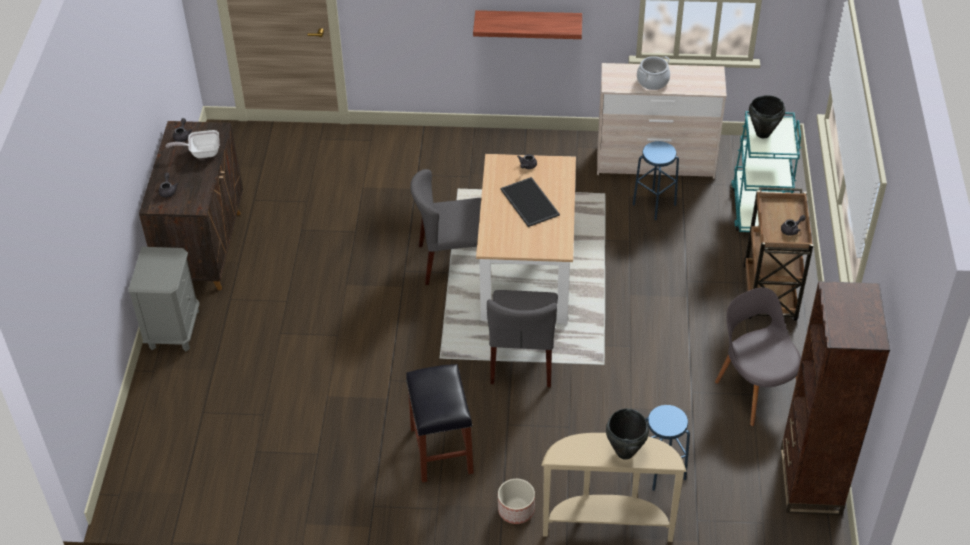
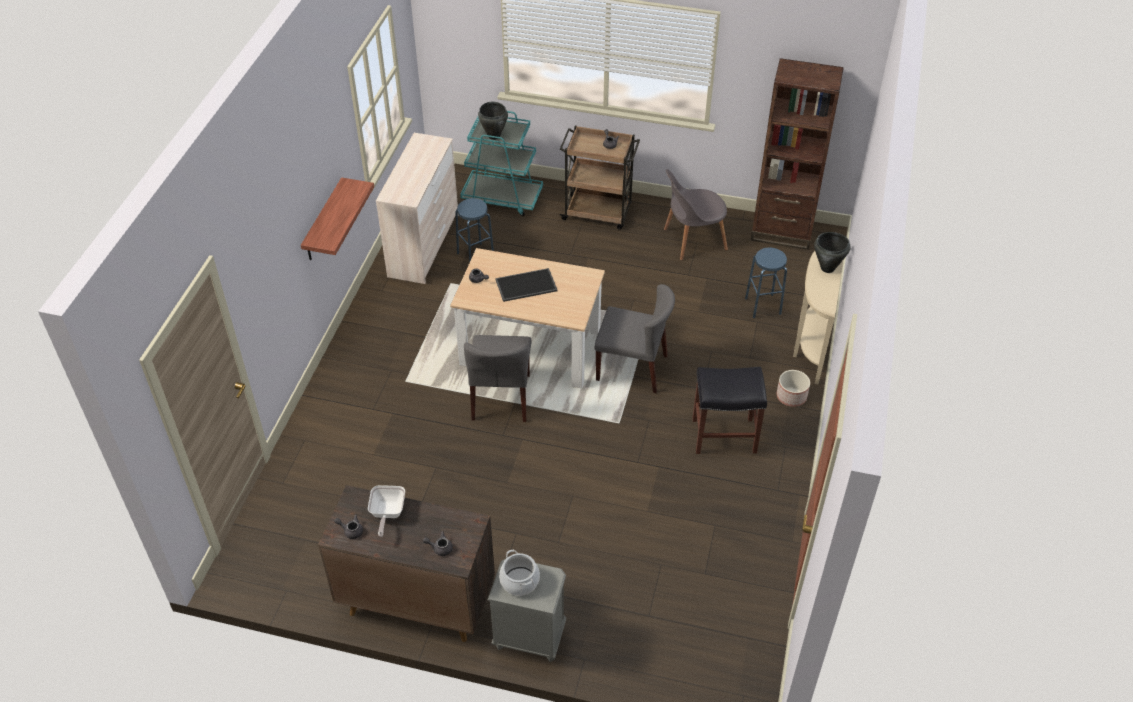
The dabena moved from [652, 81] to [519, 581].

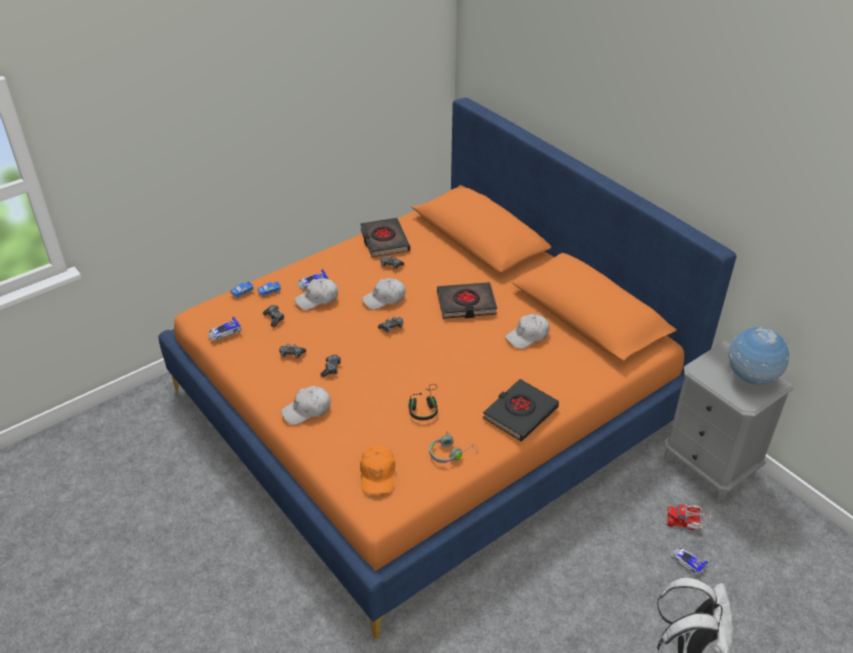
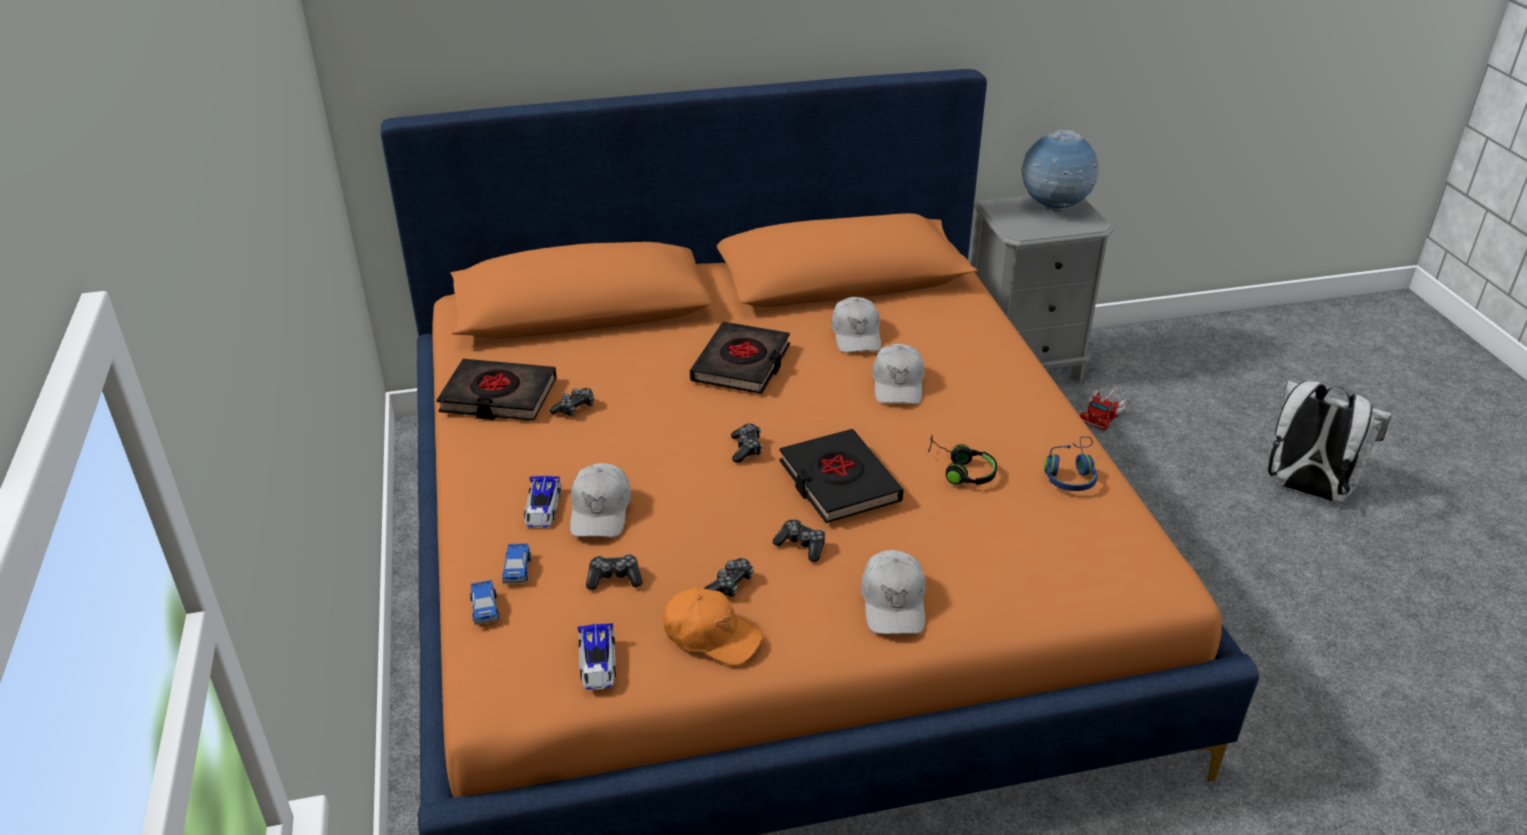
The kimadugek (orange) moved from [378, 474] to [712, 635].
The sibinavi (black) moved from [520, 413] to [838, 482].
The kimadugek (white) moved from [384, 299] to [898, 384].
The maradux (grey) at [451, 453] became the maradux (blue) at [1070, 474].
The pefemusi at [687, 562] disappeared.

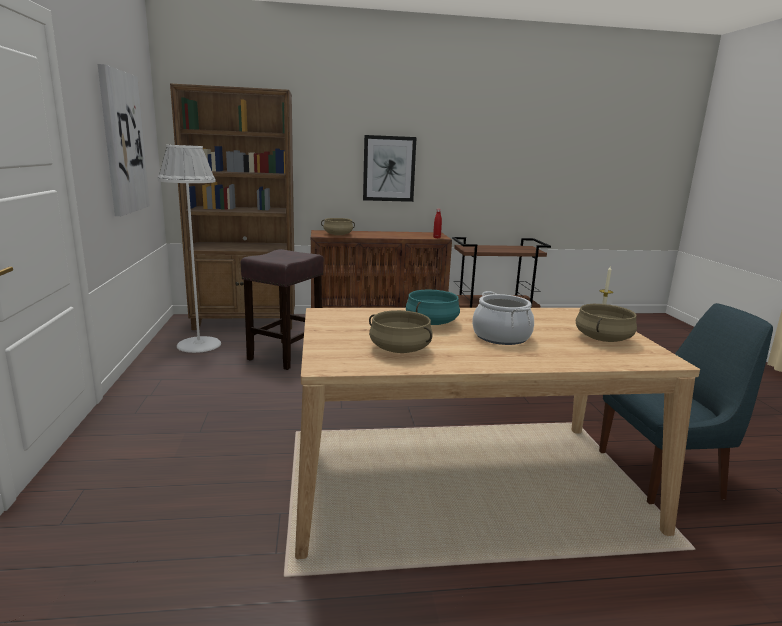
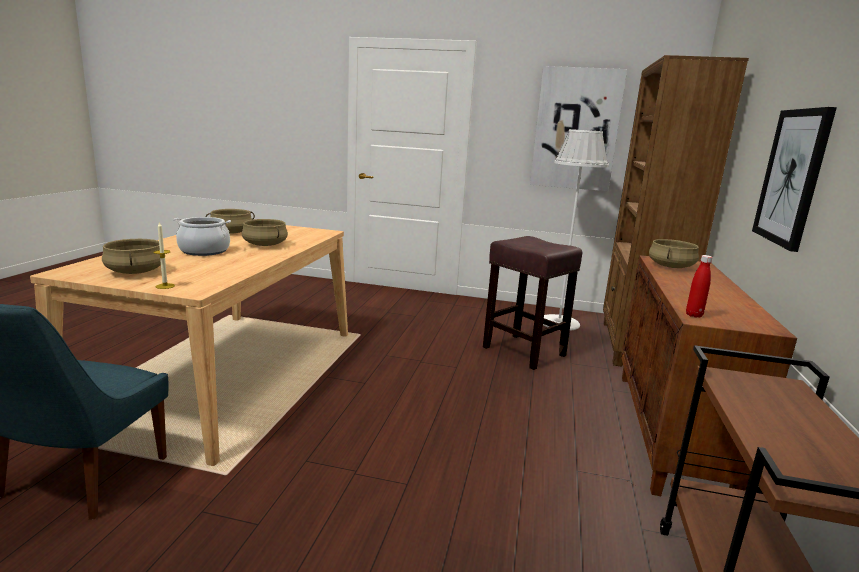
The dabena (turquoise) at [431, 322] became the dabena (beige) at [265, 245].

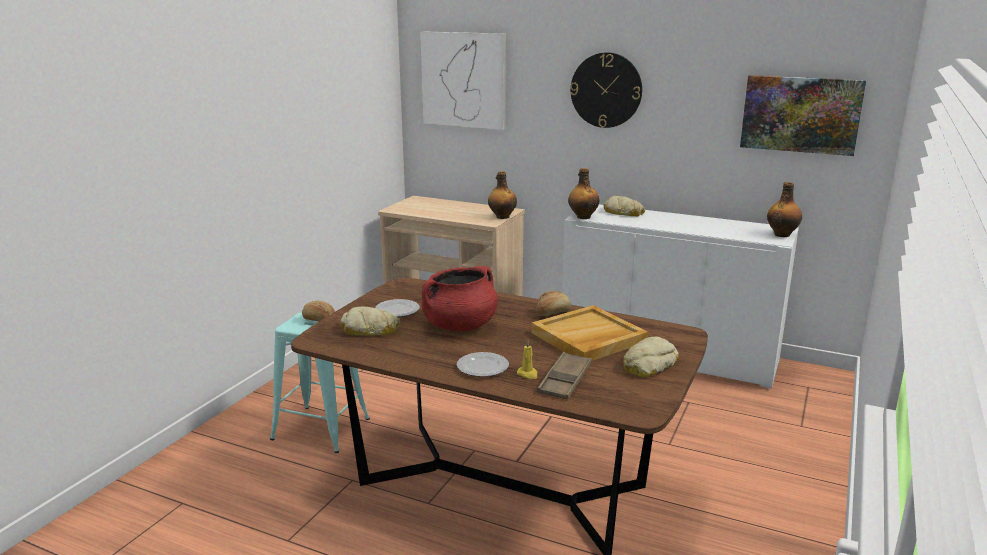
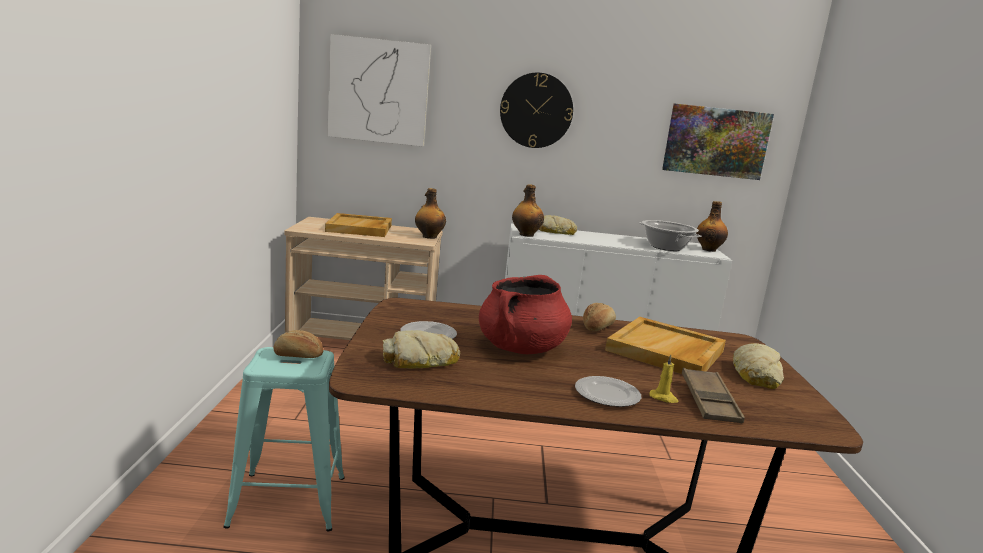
The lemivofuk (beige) at [360, 228] appeared.
The dabena at [665, 247] appeared.

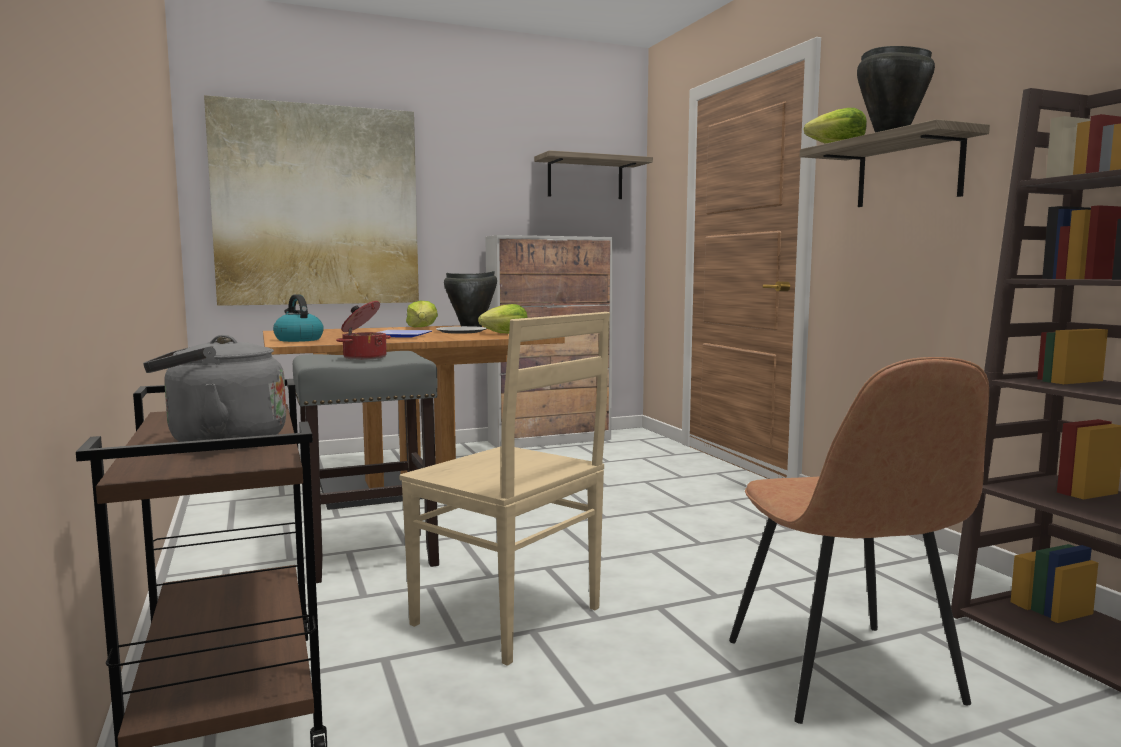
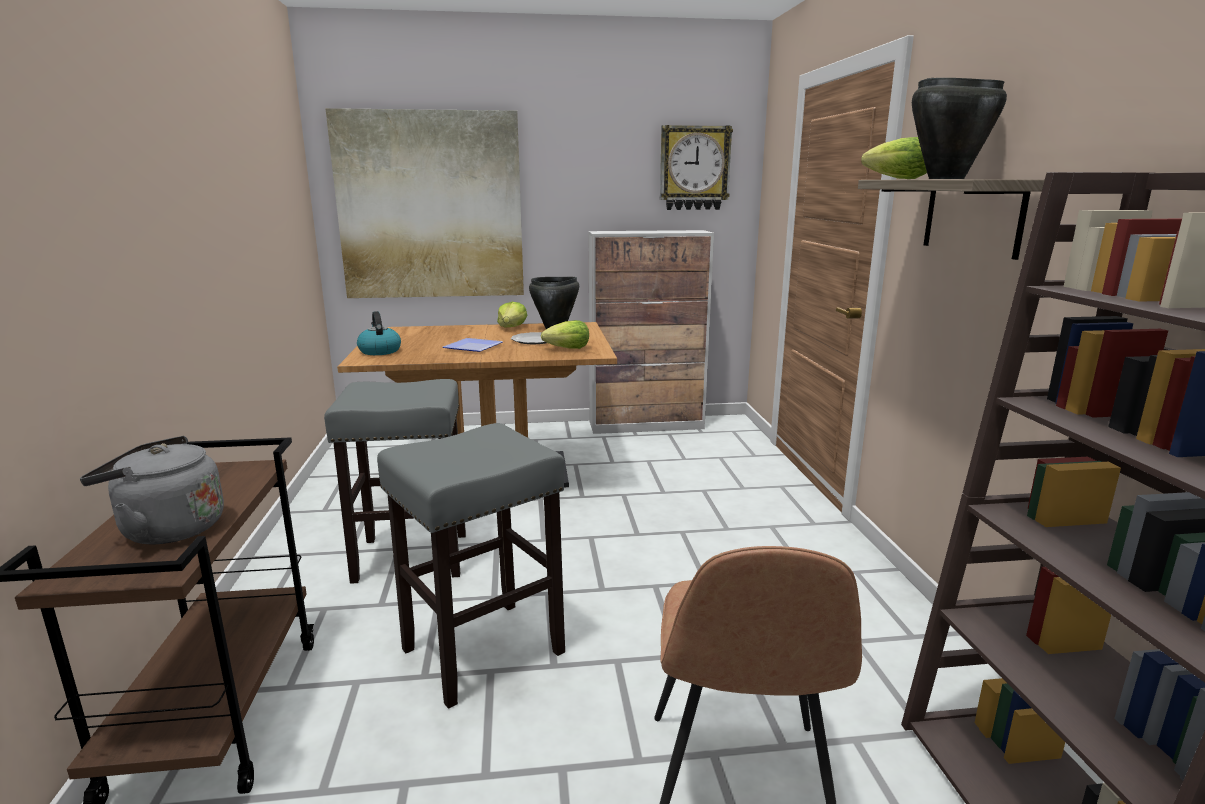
The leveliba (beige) at [510, 618] was replaced by the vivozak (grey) at [481, 652].
The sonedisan at [585, 178] was replaced by the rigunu at [694, 168].
The dabena at [364, 357] disappeared.

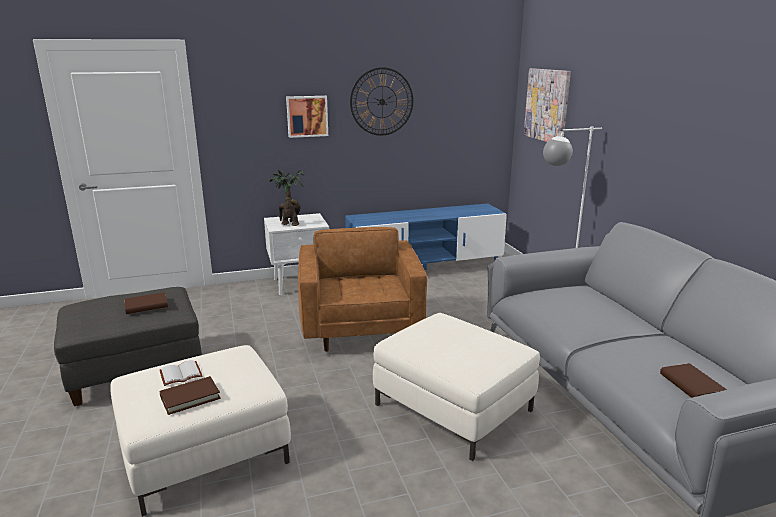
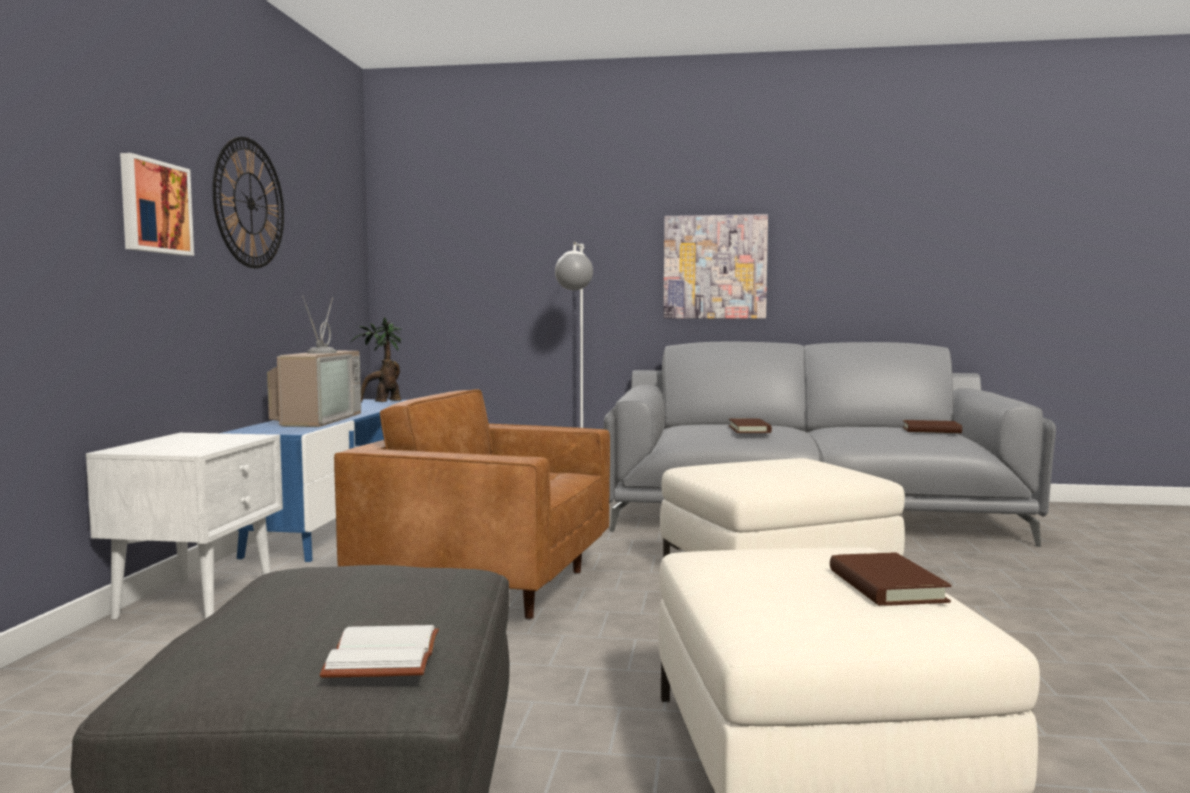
The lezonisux at [316, 419] appeared.
The sibinavi (white) moved from [180, 375] to [386, 657].
The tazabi moved from [289, 224] to [384, 402].
The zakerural moved from [547, 105] to [715, 267].
The sibinavi (brown) moved from [146, 306] to [749, 429].

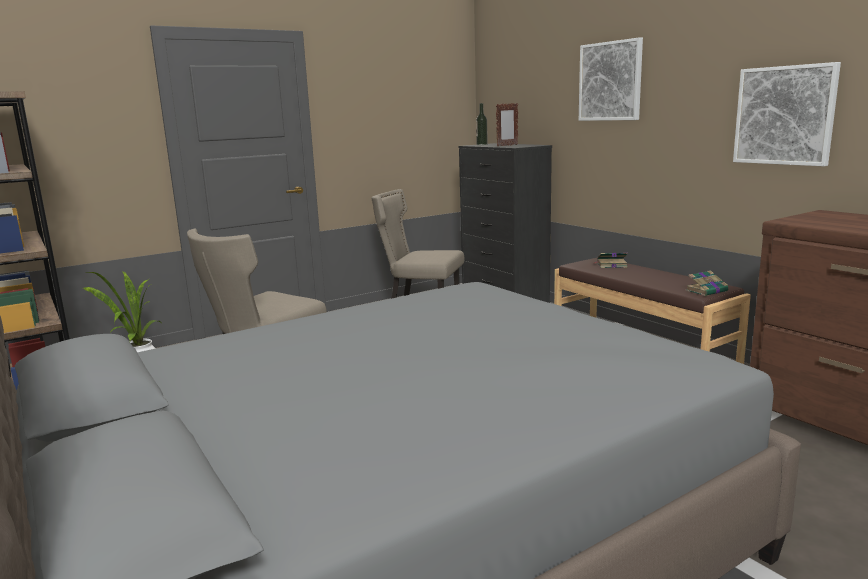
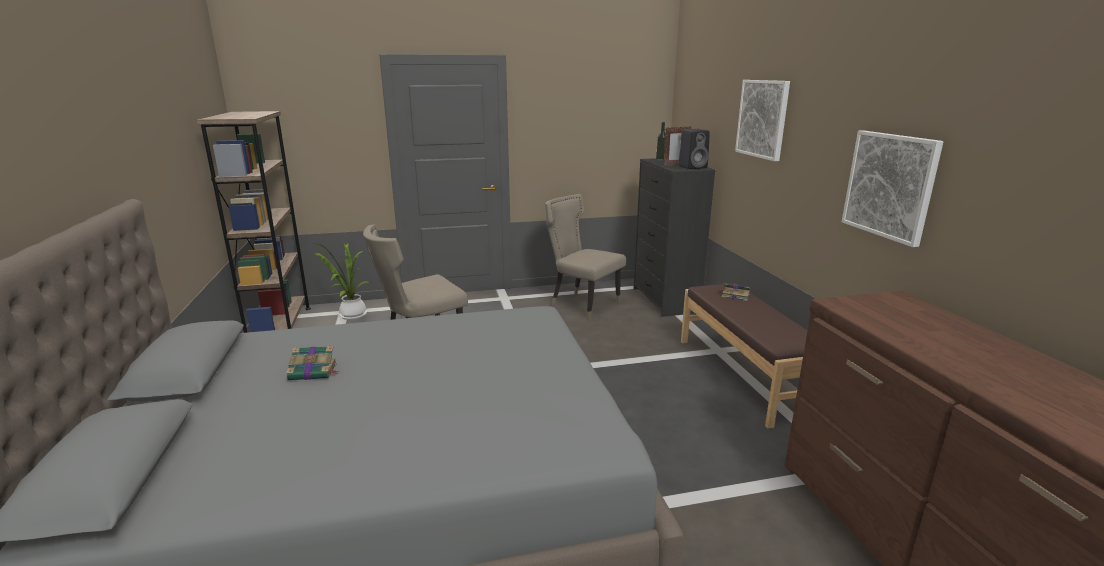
The sibinavi moved from [707, 291] to [314, 372].
The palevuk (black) at [693, 167] appeared.

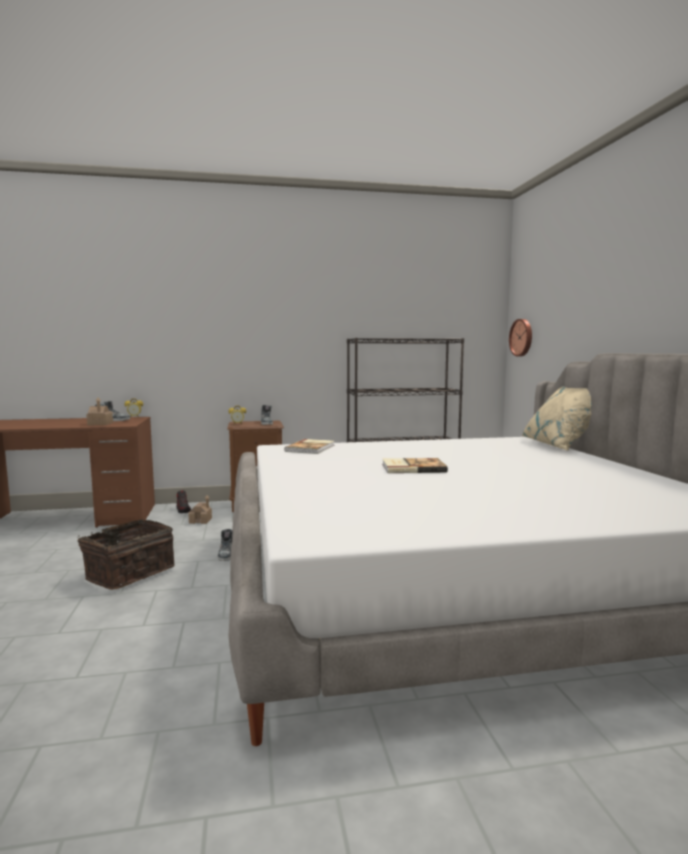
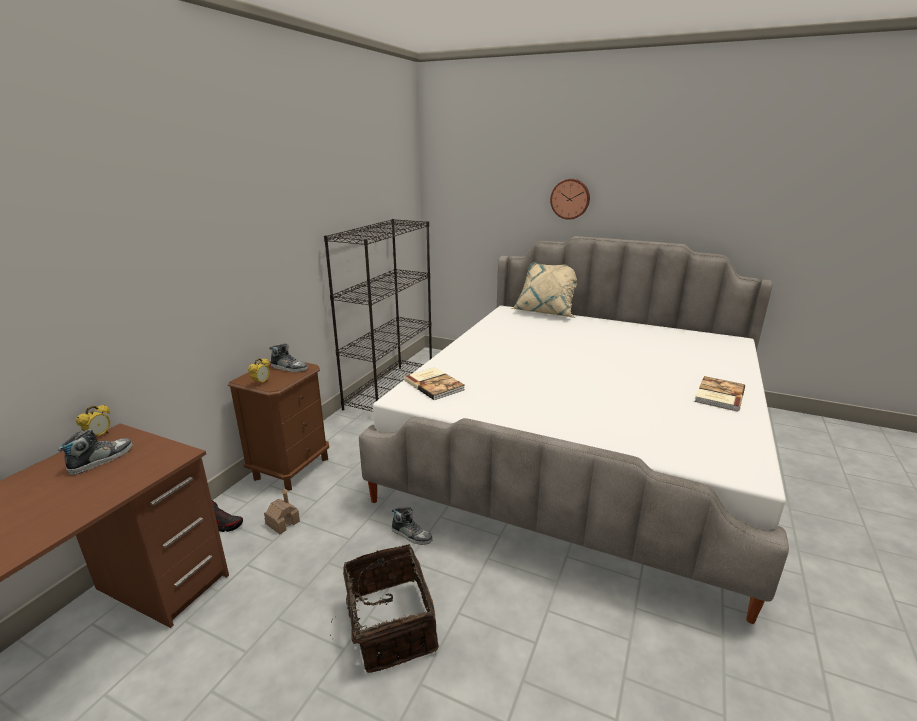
The rigunu moved from [522, 337] to [570, 199].
The sibinavi moved from [412, 468] to [718, 395].
The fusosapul at [100, 424] disappeared.

